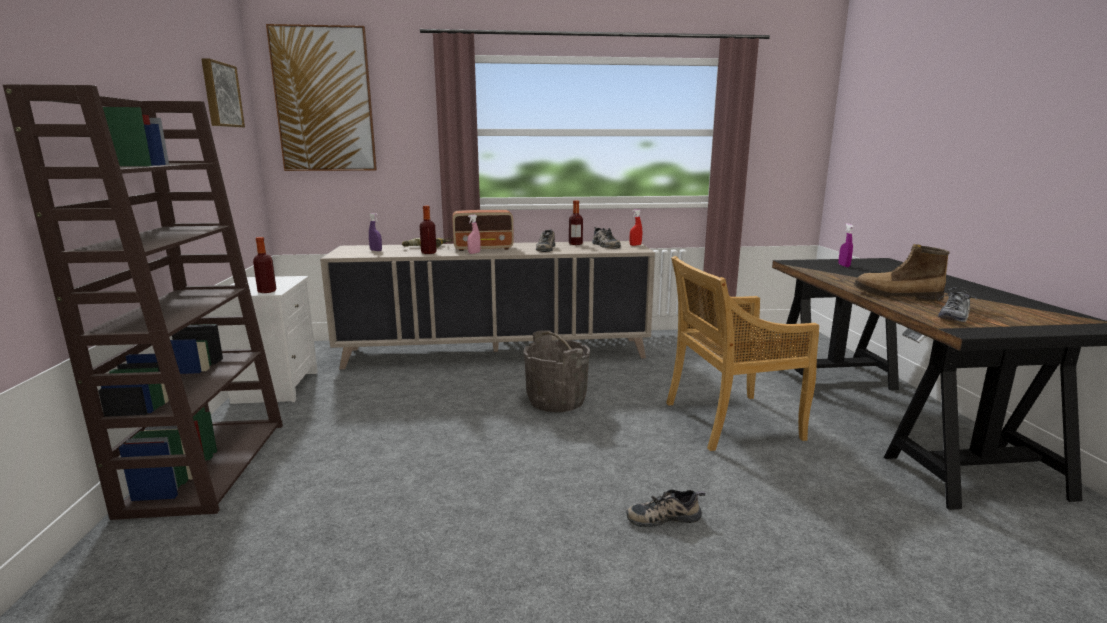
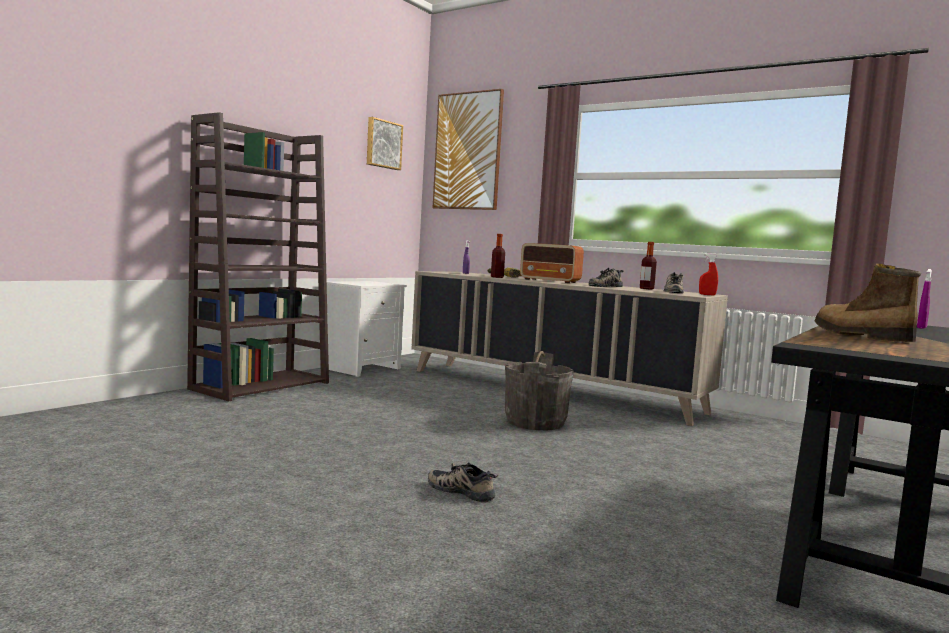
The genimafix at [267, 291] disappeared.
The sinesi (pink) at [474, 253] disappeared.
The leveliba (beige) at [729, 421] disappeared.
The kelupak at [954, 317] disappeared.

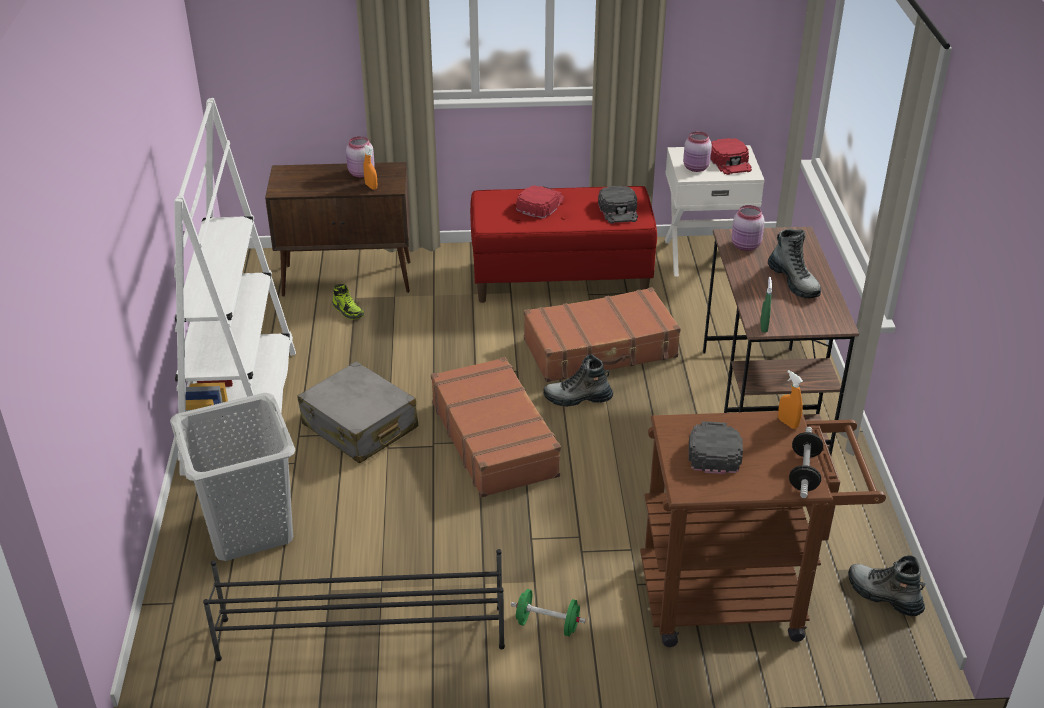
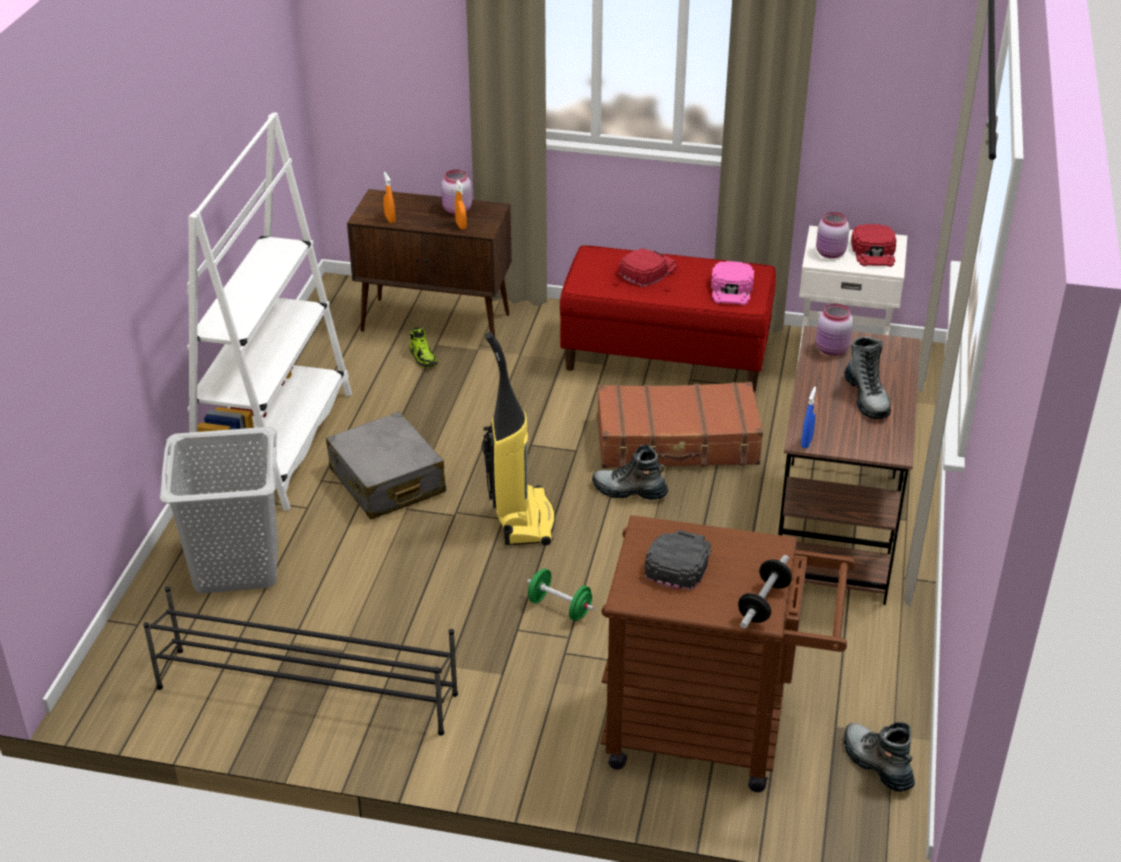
The sinesi (orange) moved from [787, 423] to [390, 219].
The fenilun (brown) at [495, 439] was replaced by the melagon at [522, 519].
The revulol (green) moved from [547, 624] to [560, 607].
The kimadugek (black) at [618, 210] became the kimadugek (pink) at [732, 289].
The sinesi (green) at [763, 327] became the sinesi (blue) at [806, 442].

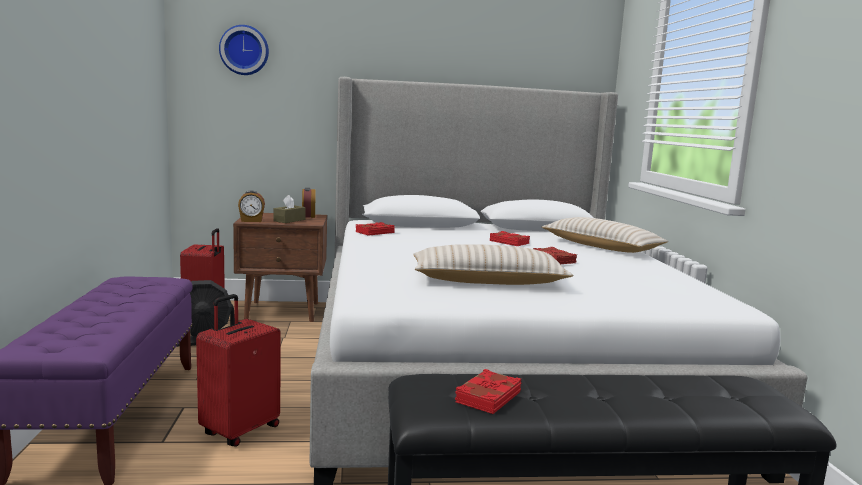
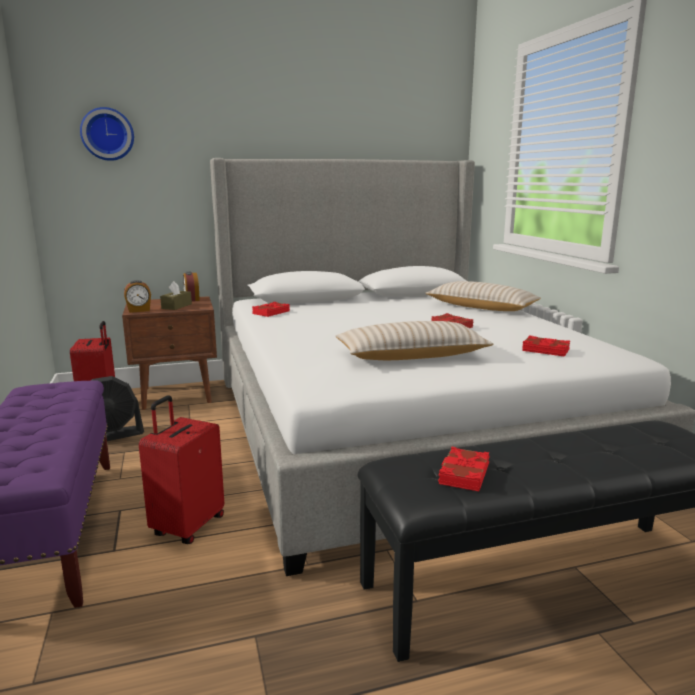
The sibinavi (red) moved from [509, 242] to [545, 350].

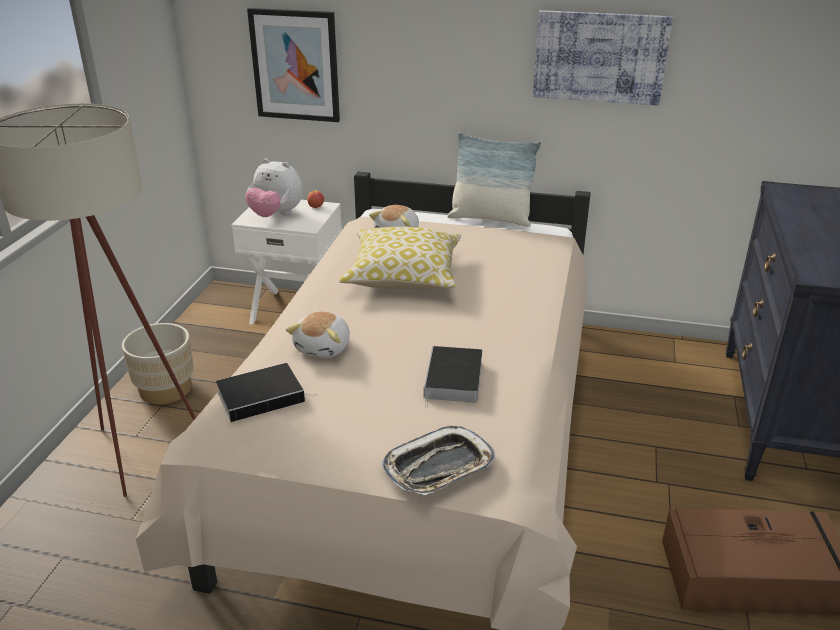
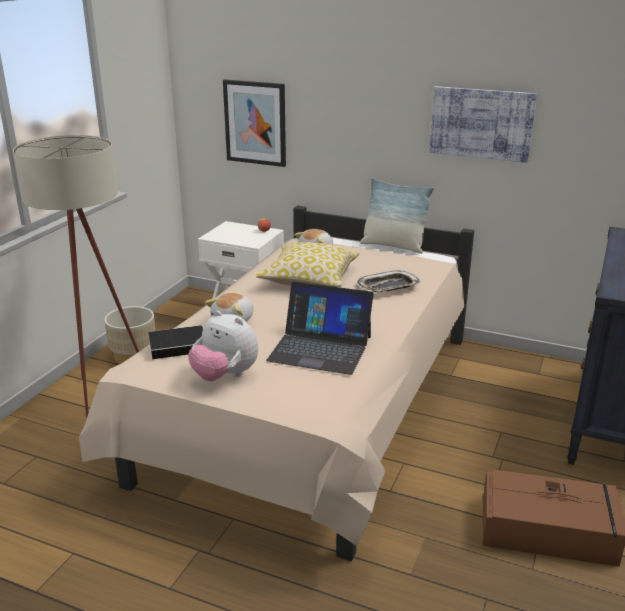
The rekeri moved from [276, 215] to [225, 376].
The sibinavi at [454, 380] was replaced by the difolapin at [320, 348].
The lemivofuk moved from [438, 467] to [388, 286].

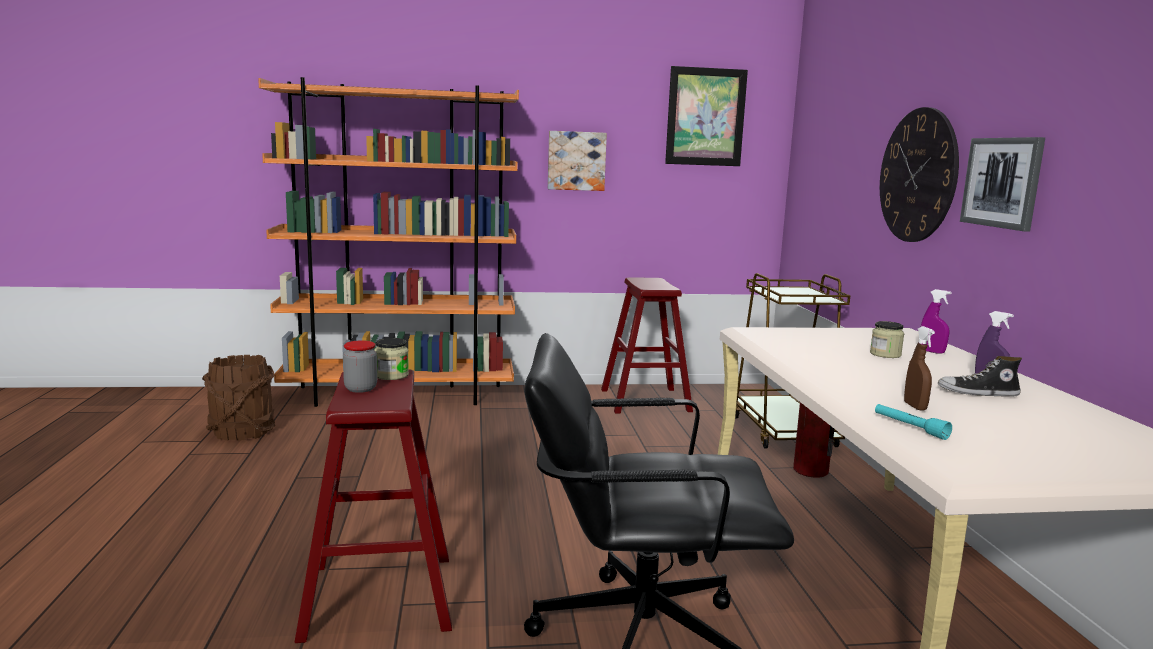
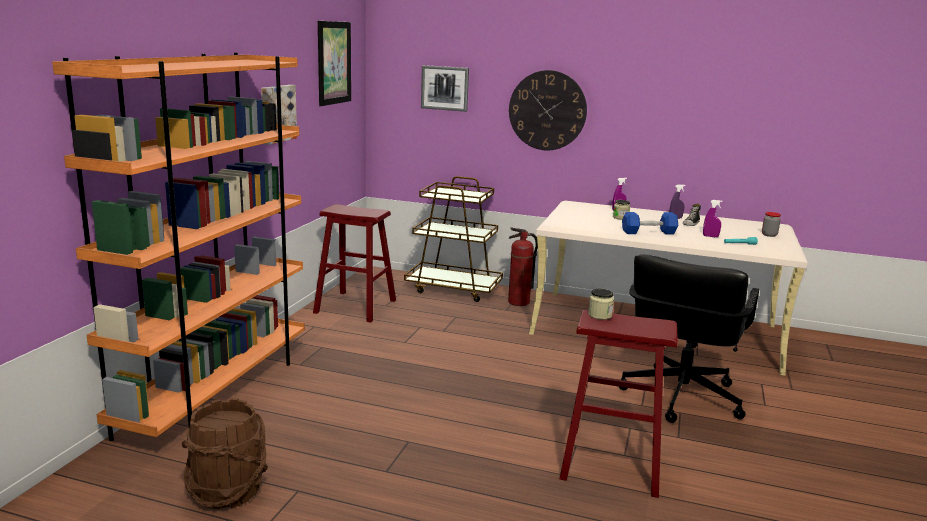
The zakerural moved from [1002, 182] to [445, 88].
The revulol (blue) at [648, 232] appeared.
The sinesi (brown) at [915, 406] became the sinesi (purple) at [710, 236].
The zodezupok moved from [360, 389] to [769, 235].

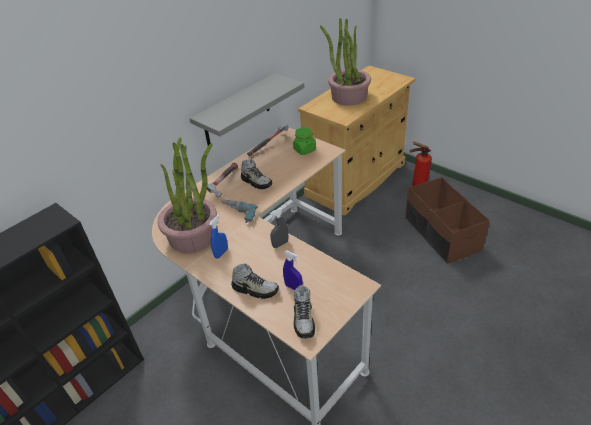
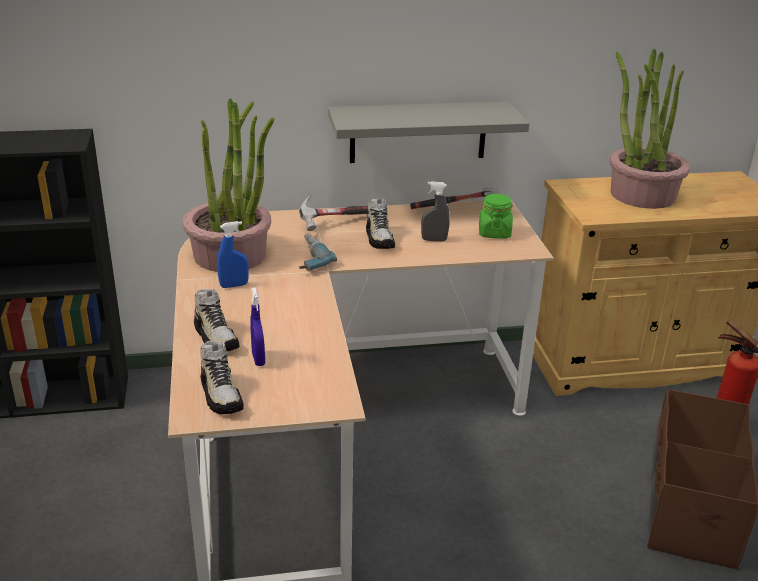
The kelupak at [304, 319] turned 60 degrees counterclockwise.
The sinesi (grey) moved from [280, 244] to [434, 240].

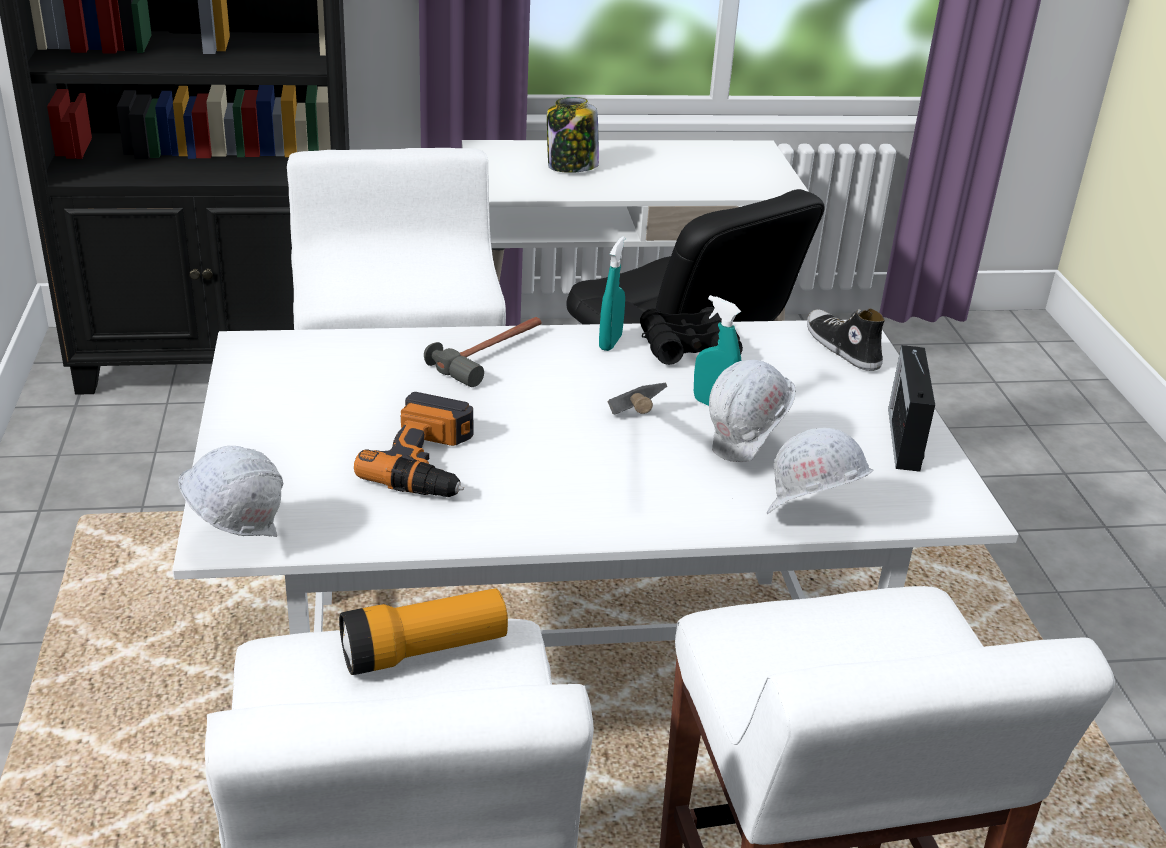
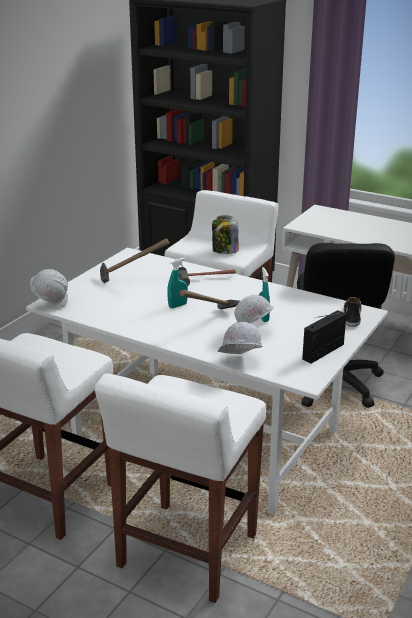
The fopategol at [131, 280] appeared.
The sinesi (turquoise) moved from [610, 342] to [177, 305].
The zodezupok moved from [571, 167] to [224, 250].
The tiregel at [424, 651] disappeared.
The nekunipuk at [429, 462] disappeared.
The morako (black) at [688, 347] disappeared.

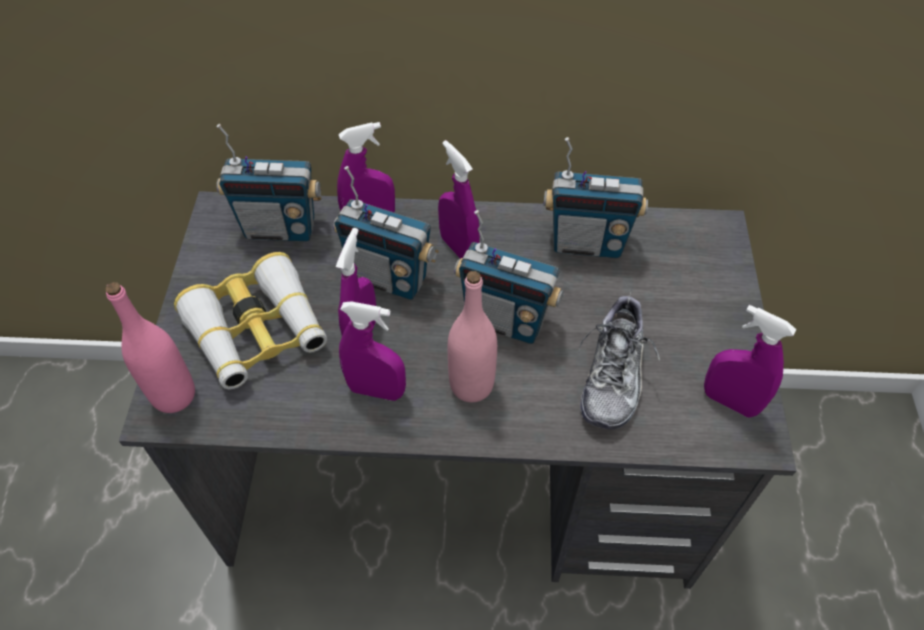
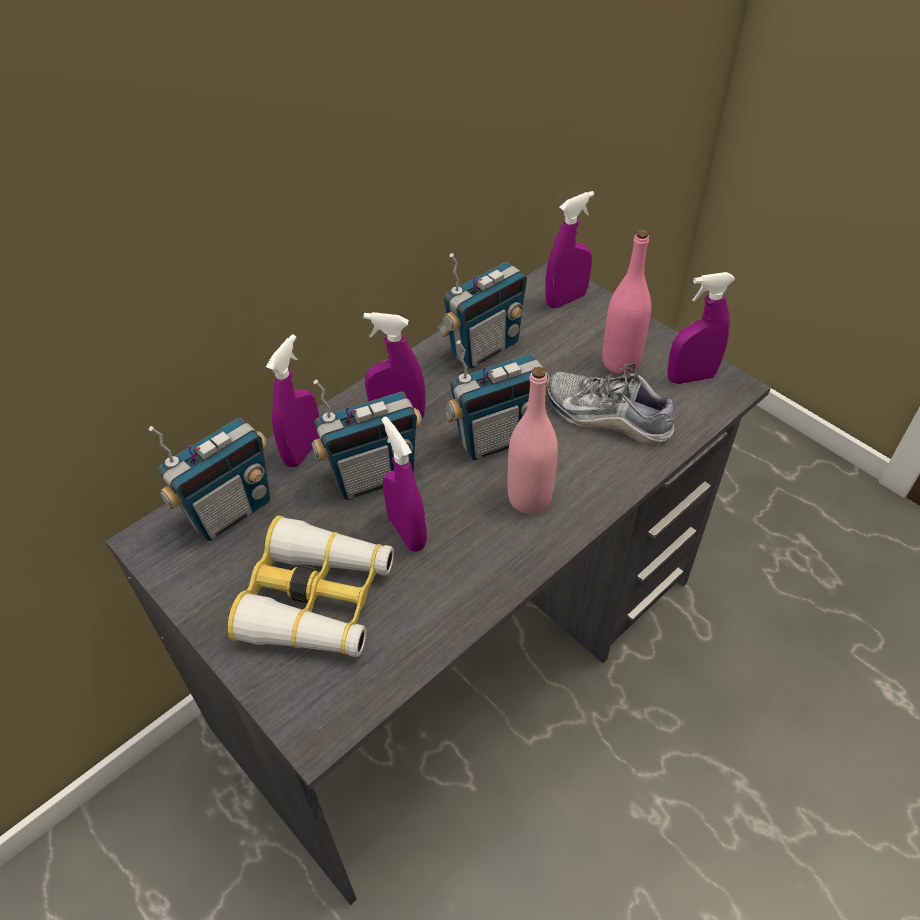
The sinesi (purple) moved from [376, 390] to [566, 299].
The kelupak at [613, 374] turned 150 degrees clockwise.
The genimafix (pink) moved from [174, 395] to [620, 362].

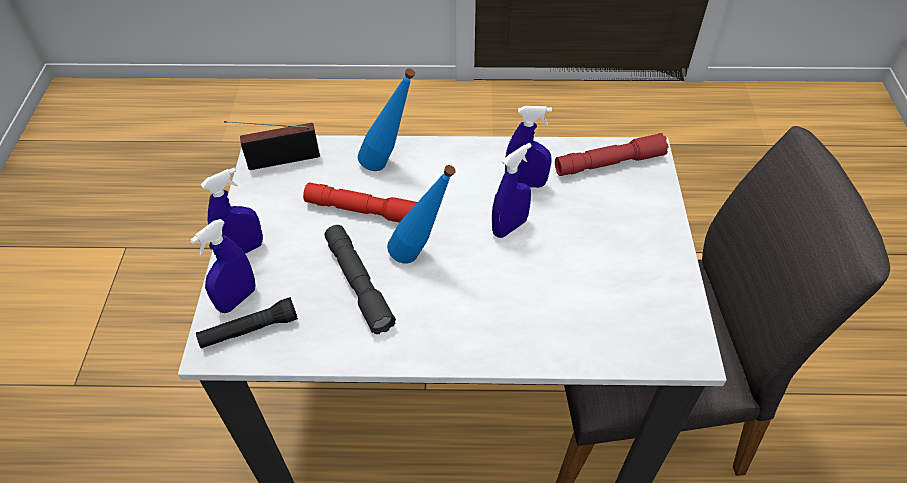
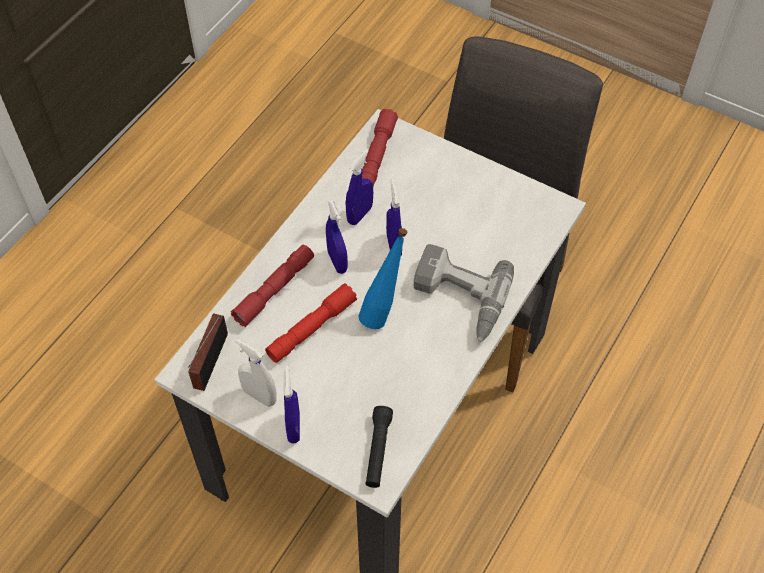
The genimafix (blue) at [389, 165] was replaced by the tiregel (red) at [274, 290].
The sinesi (white) at [259, 396] appeared.
The sinesi (blue) moved from [237, 299] to [337, 261].
The nekunipuk at [458, 299] appeared.
The tiregel (grey) at [358, 284] disappeared.

